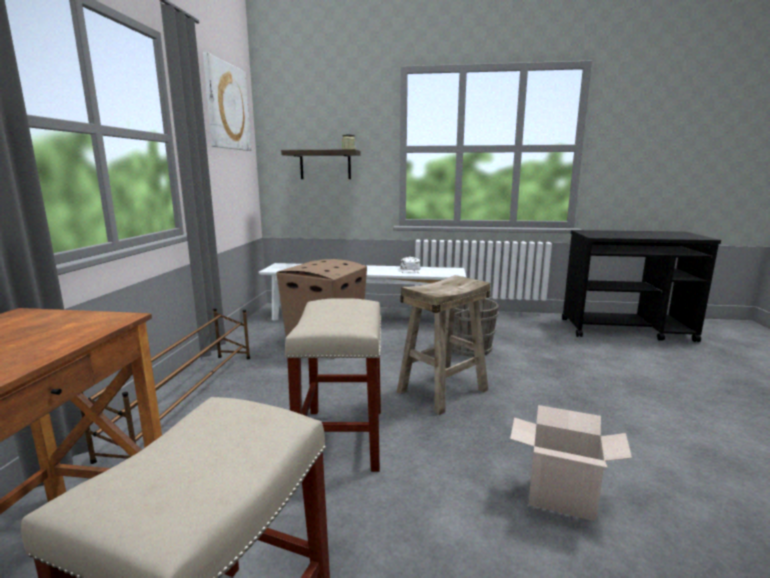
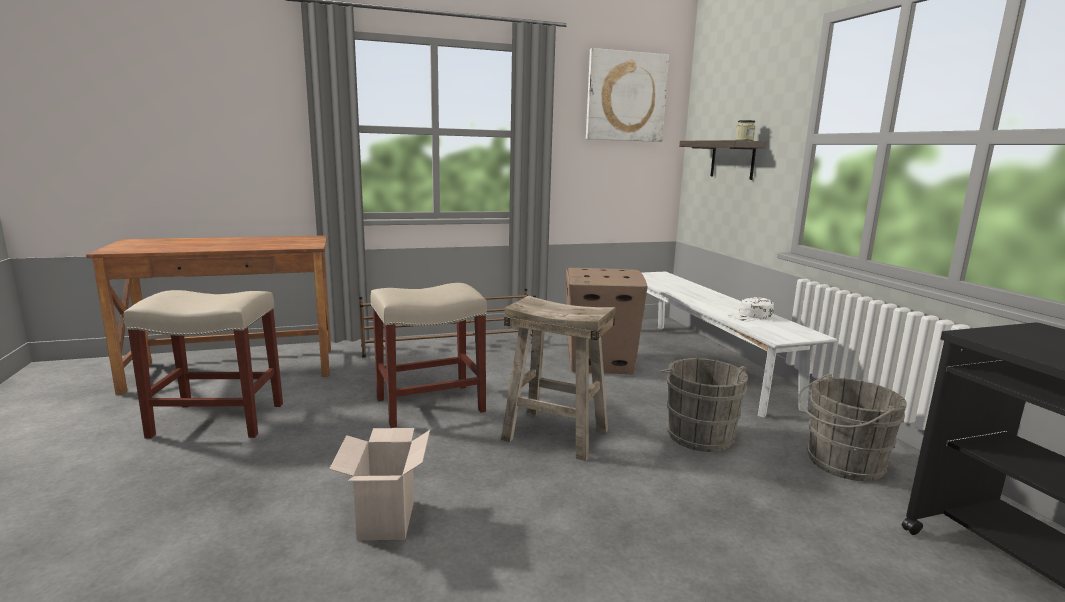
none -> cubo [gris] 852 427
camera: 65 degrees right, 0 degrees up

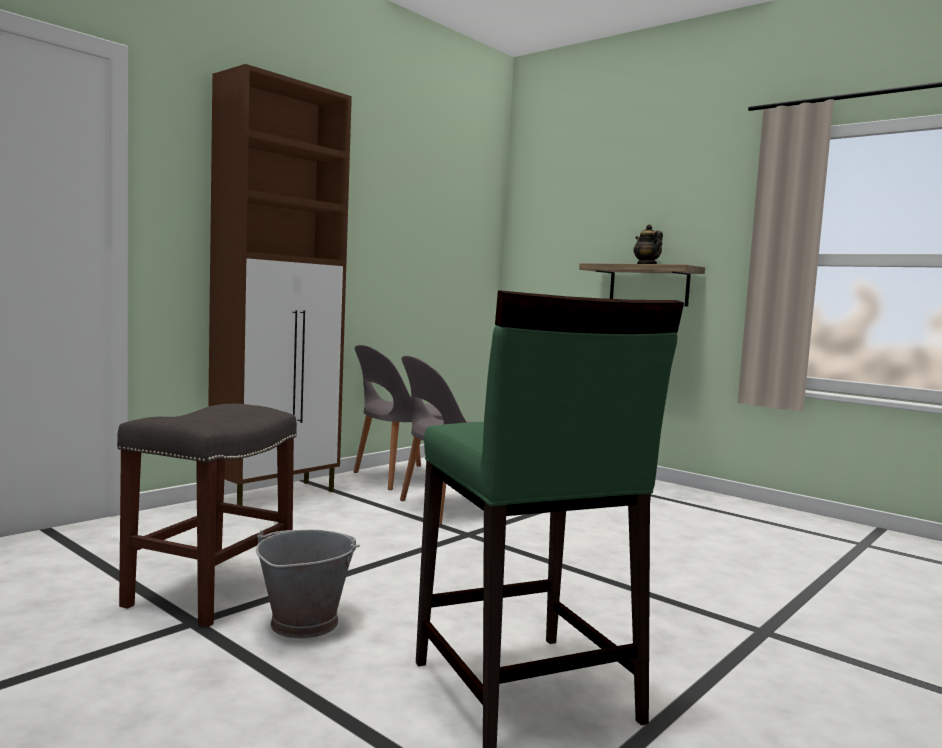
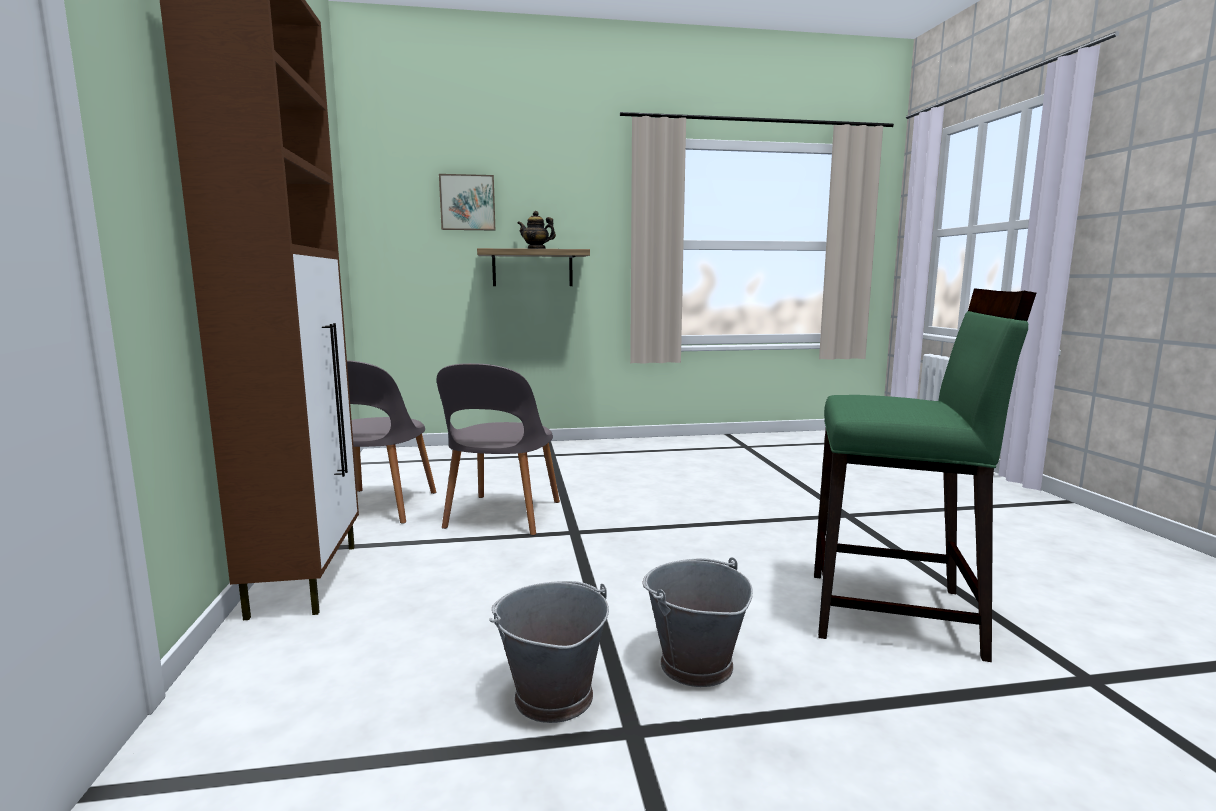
none -> cuadro 467 202
taburete [gris] 207 516 -> cubo [gris] 549 652
camera: 50 degrees left, 5 degrees up

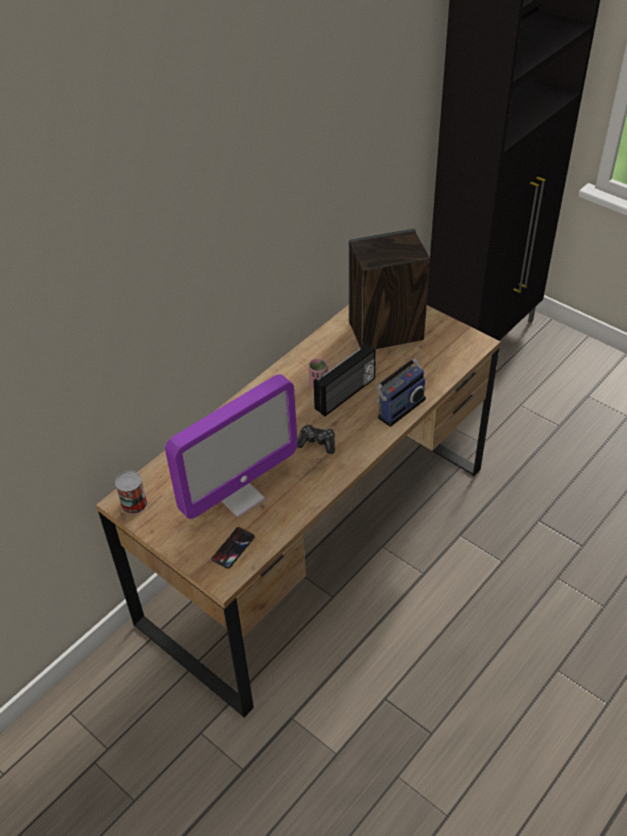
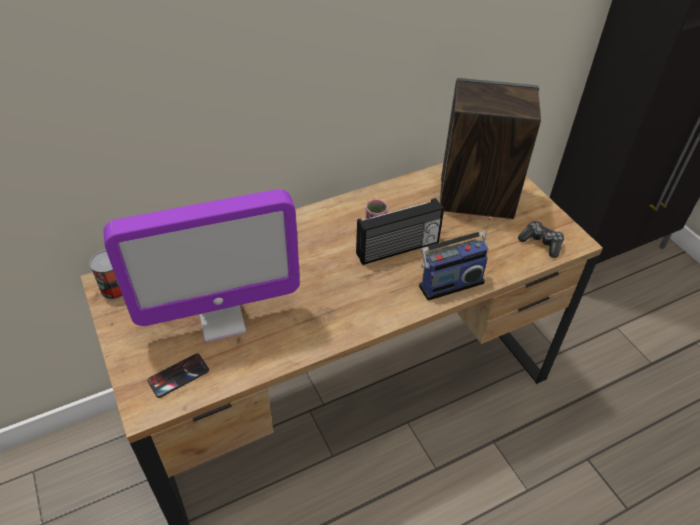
mando de consola 316 439 -> mando de consola 541 239, moved
camera: 20 degrees right, 0 degrees up

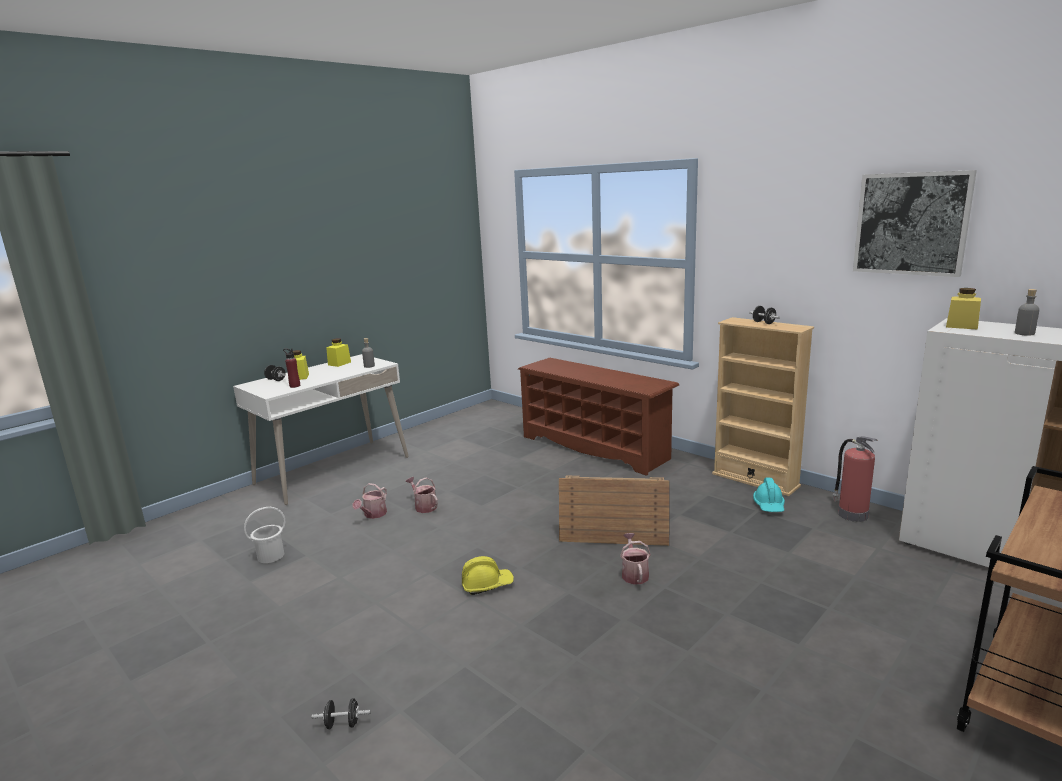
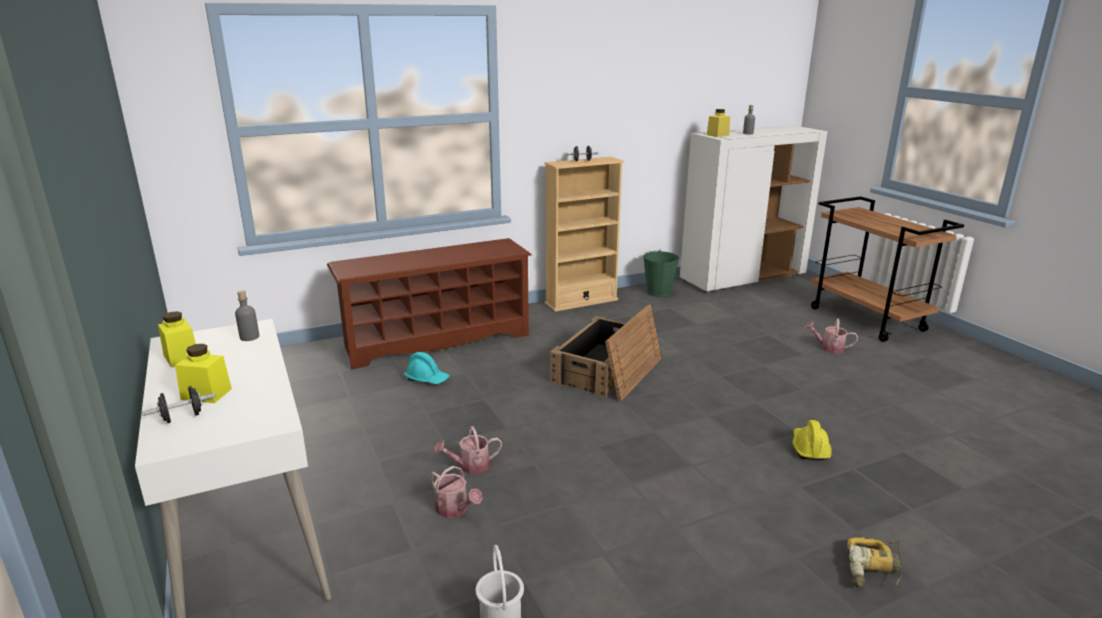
casco [turquesa] 769 495 -> casco [turquesa] 427 368, moved
extintor 855 479 -> cubo [verde] 661 273
casco [amarillo] 488 575 -> casco [amarillo] 812 440, moved
regadera 635 559 -> regadera 831 335, moved
mancuerna [negro] 341 714 -> taladro 874 562
botella [rojo] 291 368 -> none
cuadro 915 223 -> none
camera: 70 degrees left, 5 degrees up

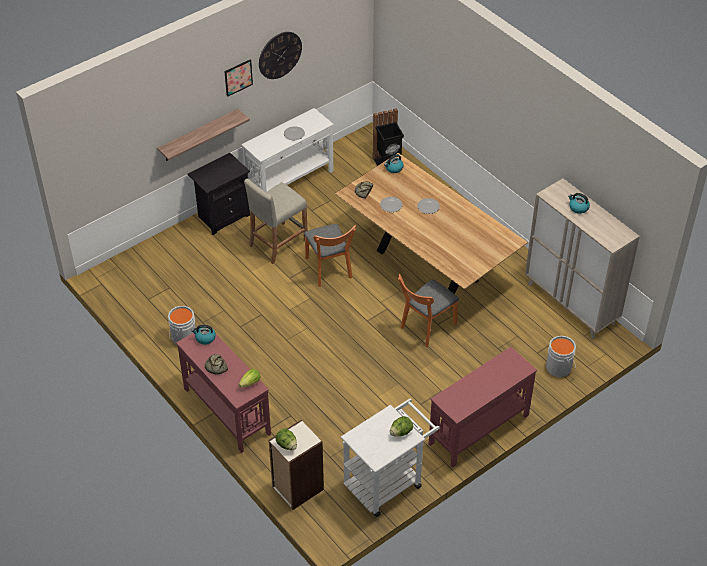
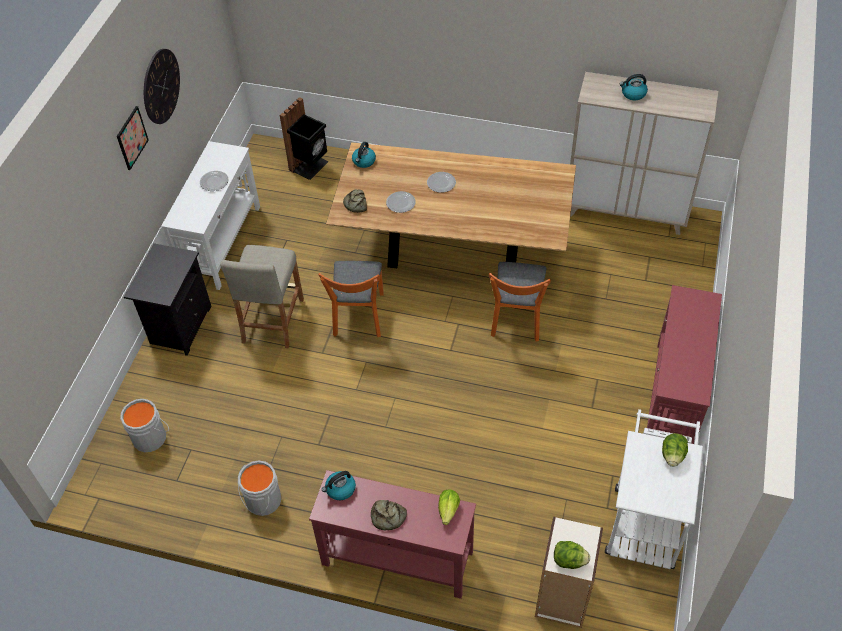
cubo [gris] 561 356 -> cubo [gris] 144 425, moved
silla [naranja] 330 255 -> silla [naranja] 351 299, 60 degrees clockwise
estante 203 135 -> none
camera: 35 degrees left, 5 degrees up

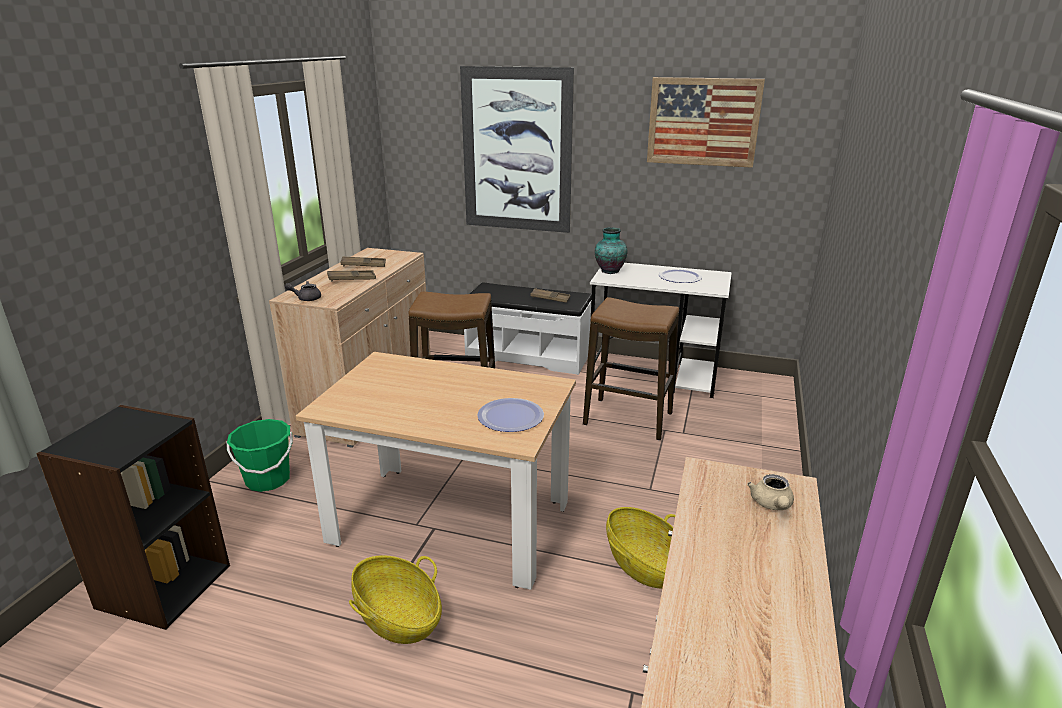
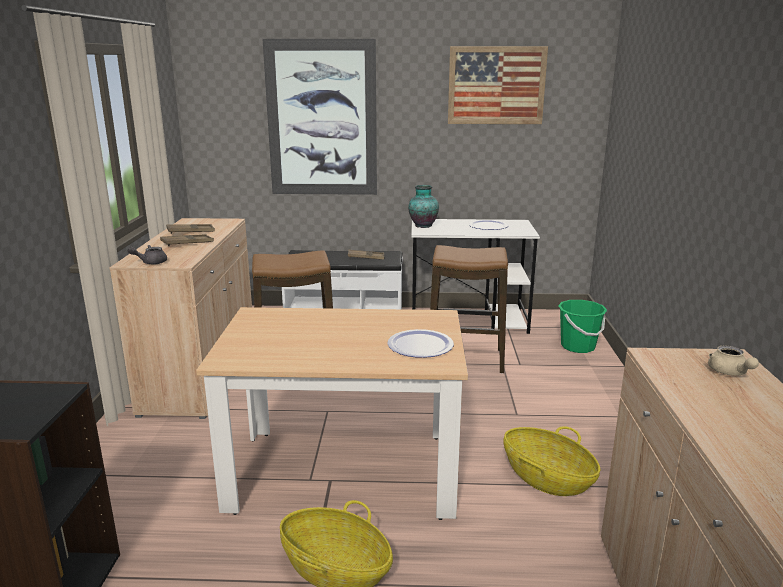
cubo [verde] 259 455 -> cubo [verde] 582 326, moved
camera: 15 degrees left, 5 degrees down

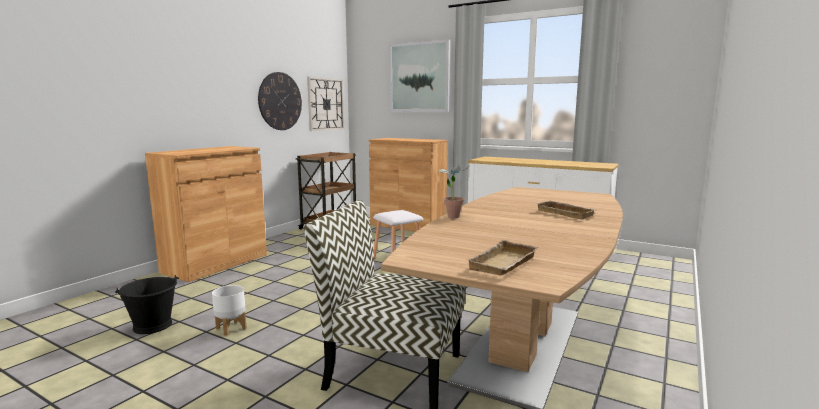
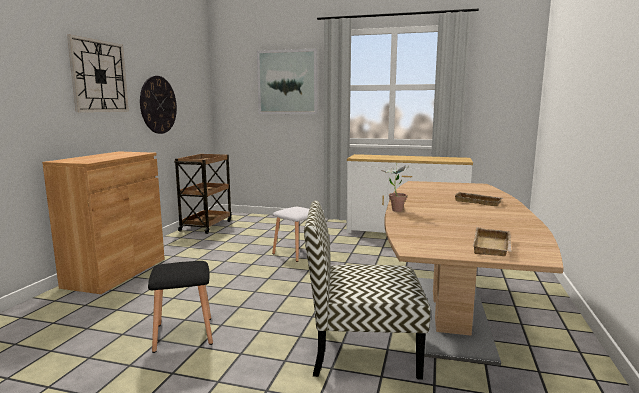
reloj de pared 325 104 -> reloj de pared 98 73, moved
maceta [blanco] 229 310 -> taburete [negro] 180 307
cubo [negro] 147 304 -> none
armario [marrón] 408 185 -> none
camera: 15 degrees left, 0 degrees up

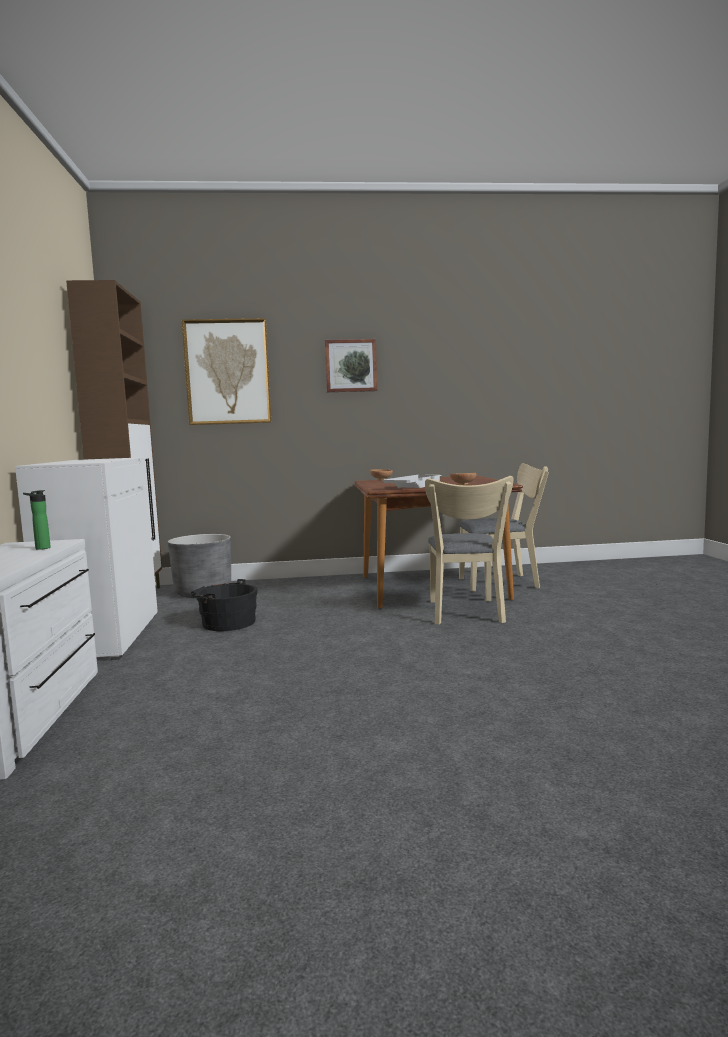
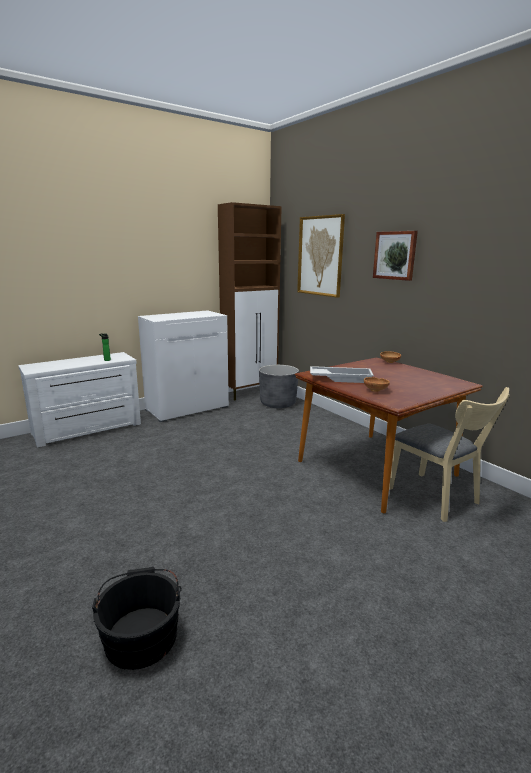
cubo [negro] 223 605 -> cubo [negro] 137 618, moved
silla [beis] 469 550 -> none
camera: 60 degrees right, 10 degrees up

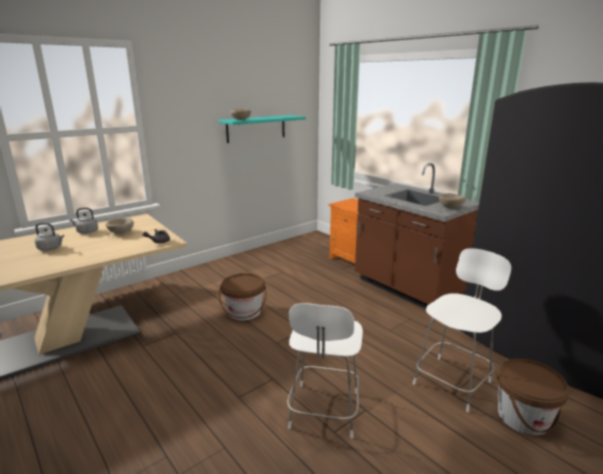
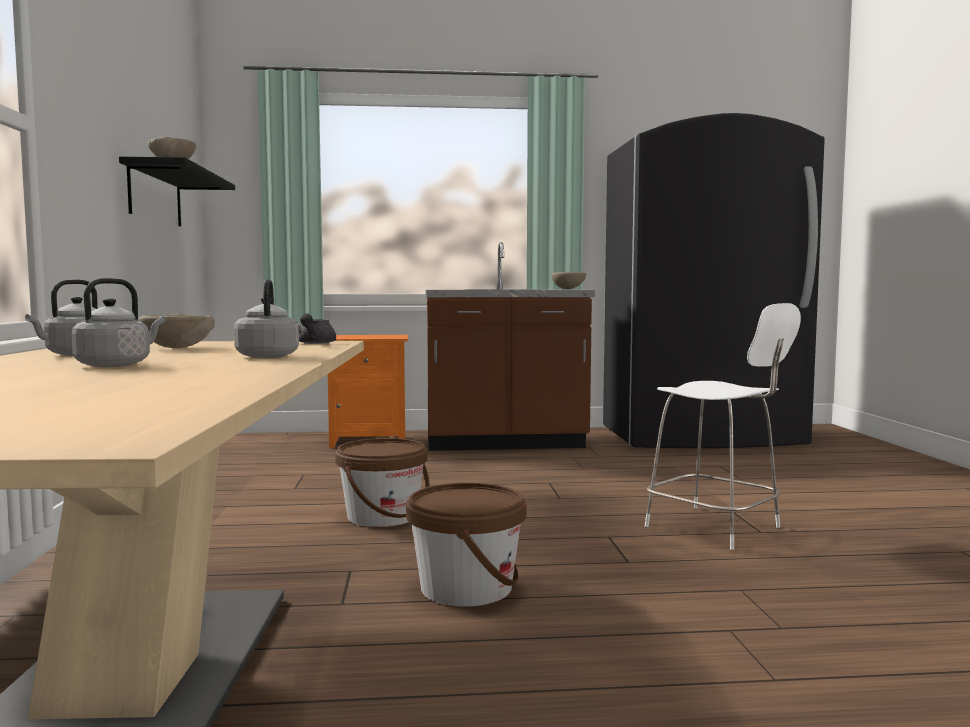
estante [turquesa] 262 129 -> estante [negro] 177 191
none -> hervidor [gris] 266 318
cubo [marrón] 532 397 -> cubo [marrón] 466 545, moved
taburete [blanco] 462 330 -> none
camera: 55 degrees left, 15 degrees down

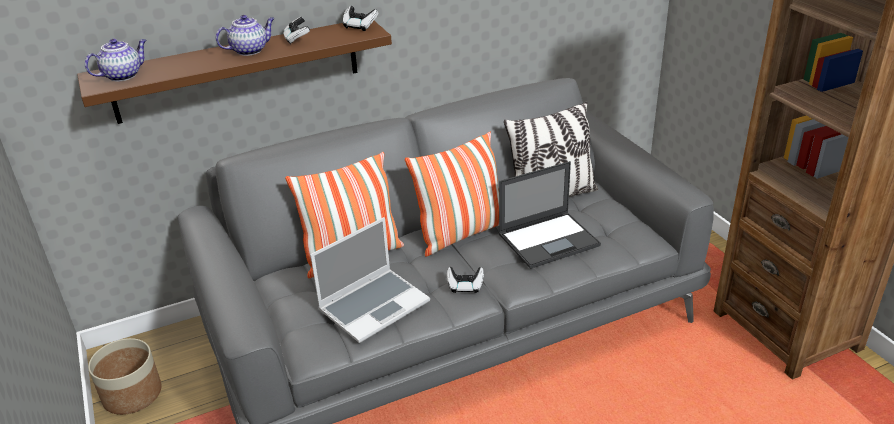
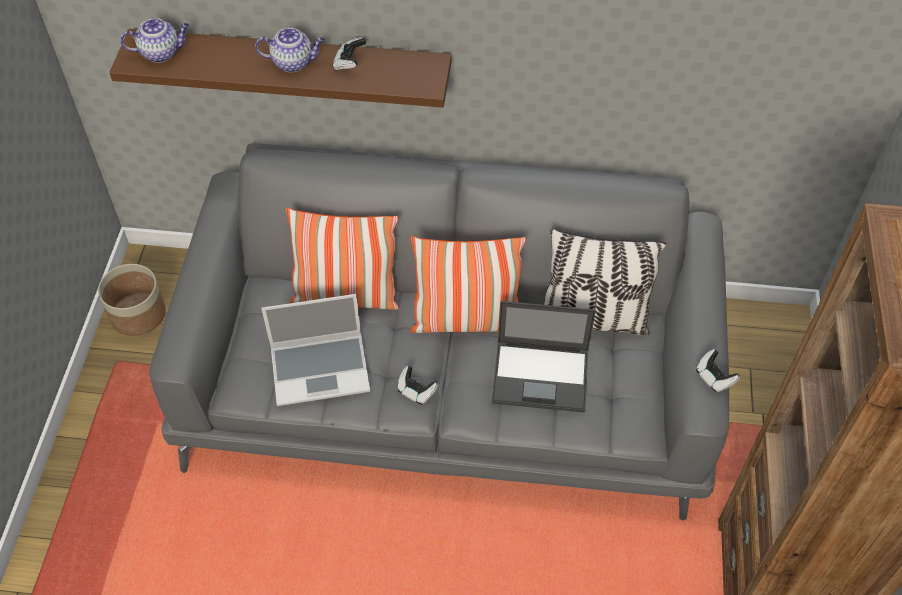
mando de consola 360 18 -> mando de consola 718 370, moved
camera: 30 degrees right, 20 degrees up

